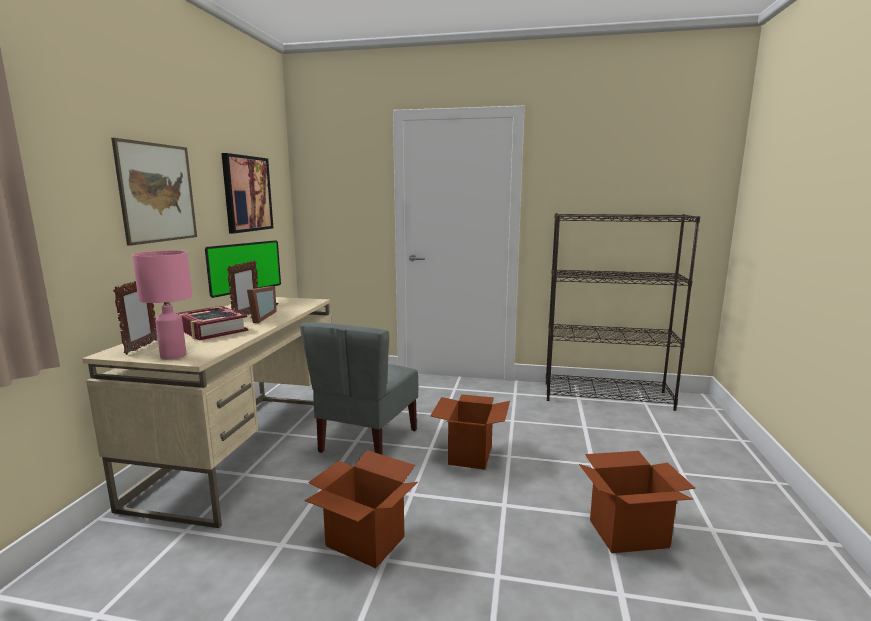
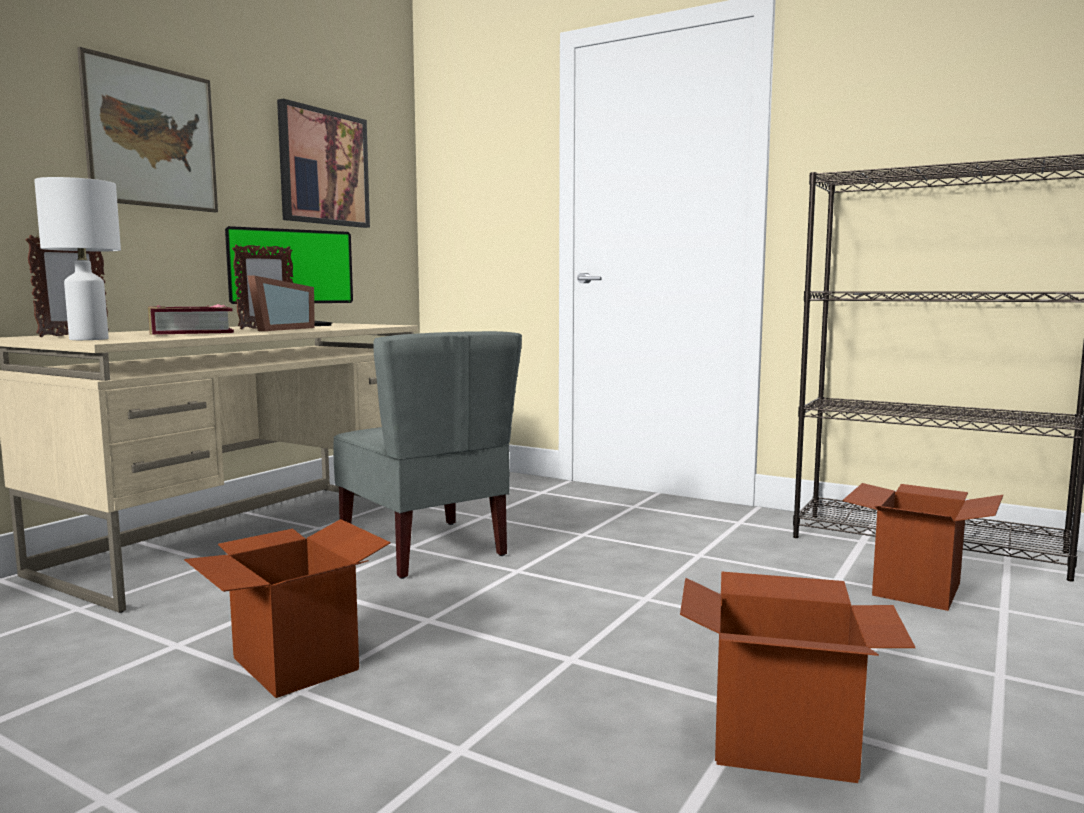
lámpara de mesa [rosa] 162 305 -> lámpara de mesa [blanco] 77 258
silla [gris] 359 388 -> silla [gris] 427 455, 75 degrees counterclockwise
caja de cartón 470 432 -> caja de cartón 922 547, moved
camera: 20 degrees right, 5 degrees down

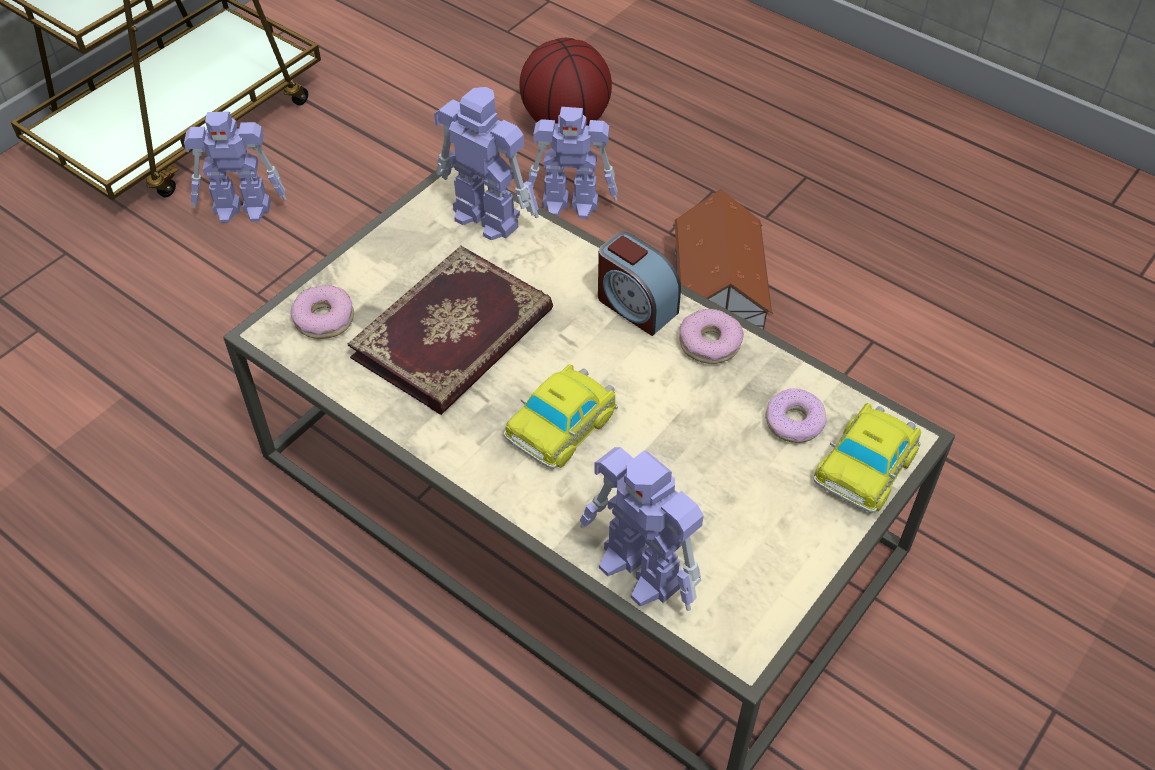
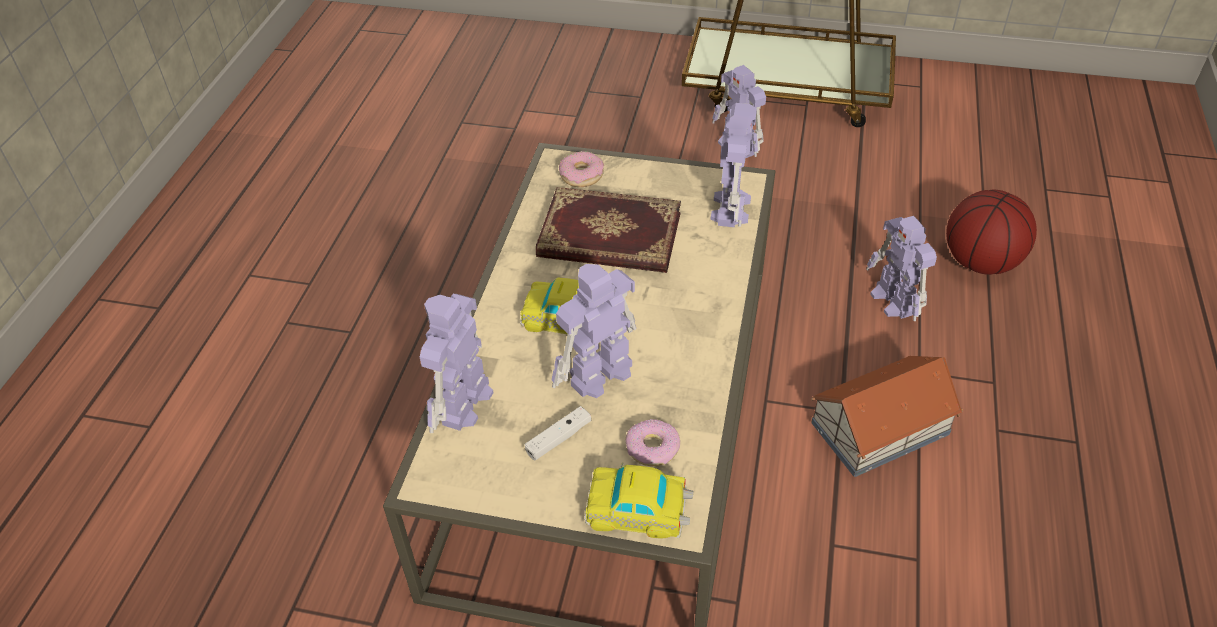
none -> mando de consola [blanco] 558 433
none -> robot de juguete 594 331
despertador 639 284 -> none
rosquilla 711 336 -> none
camera: 65 degrees right, 5 degrees down

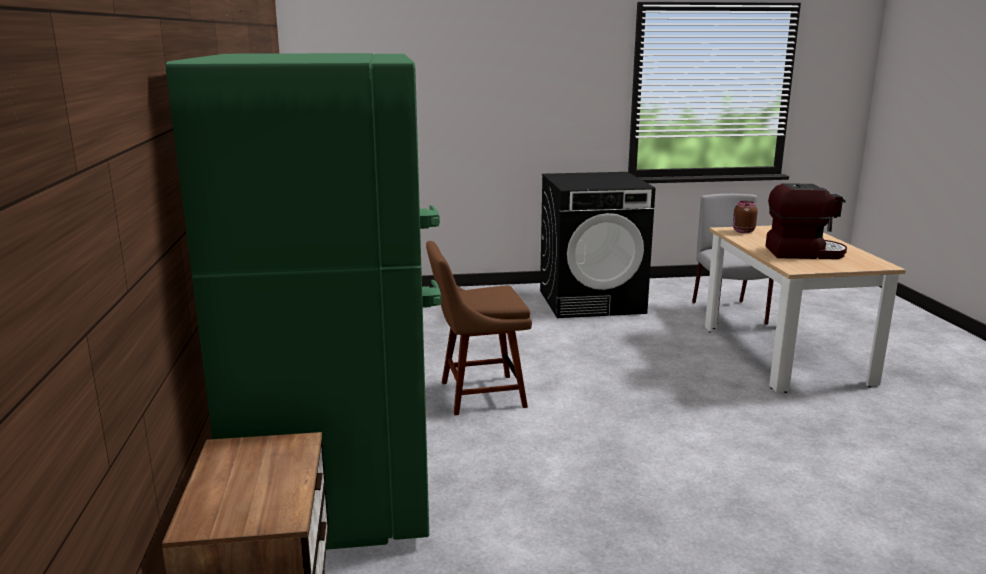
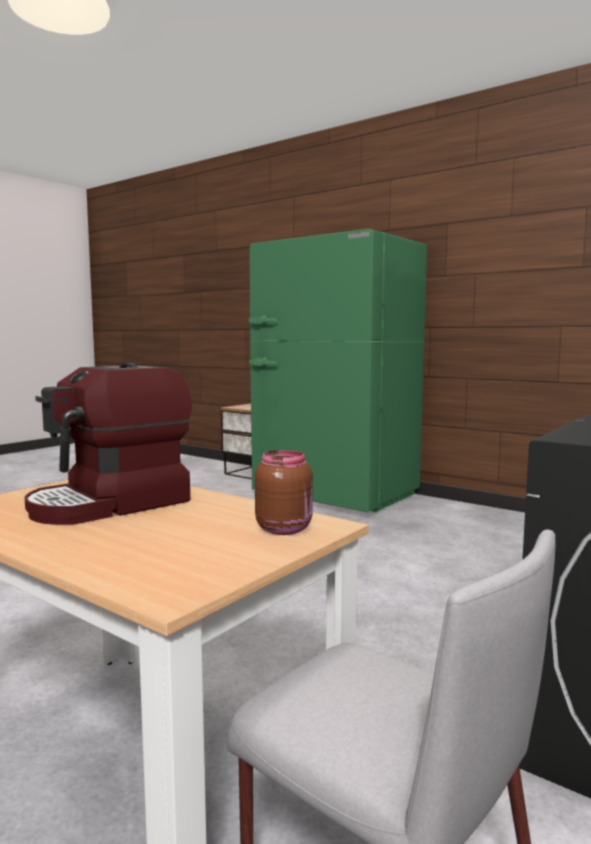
silla [marrón] 479 328 -> none
camera: 135 degrees right, 10 degrees down

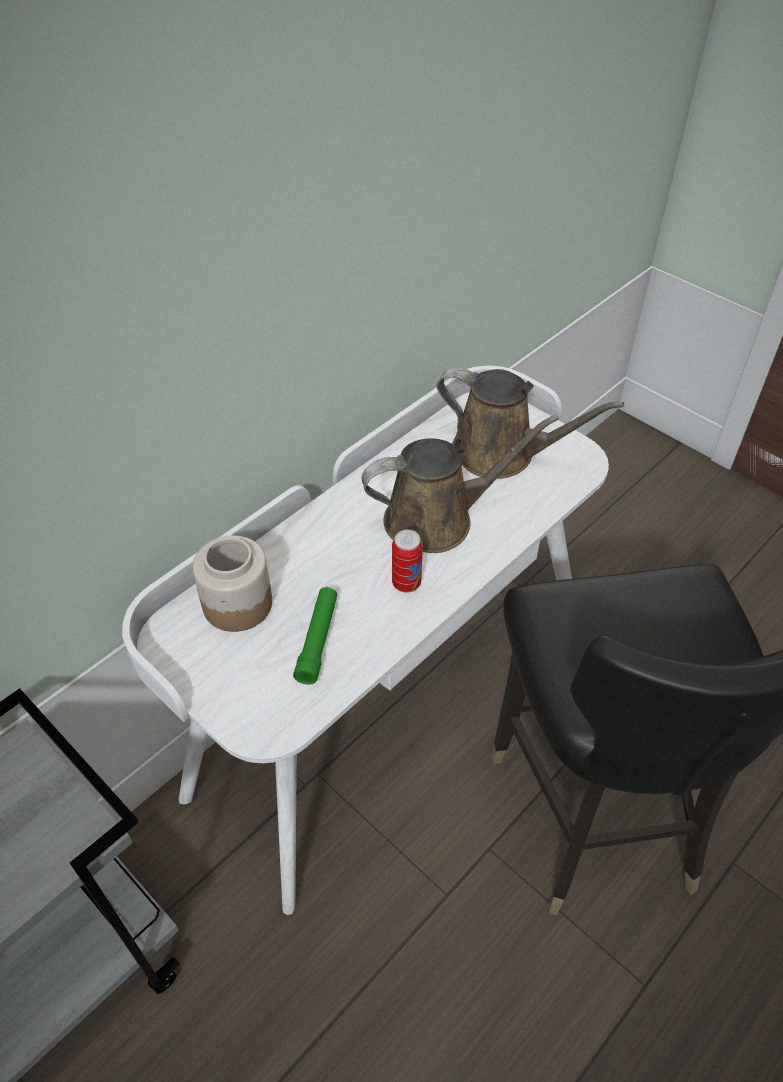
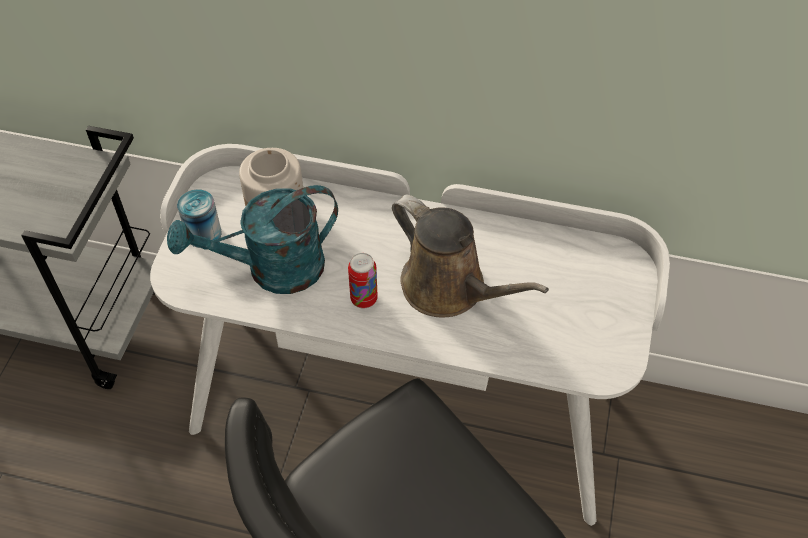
linterna [verde] 315 636 -> regadera [turquesa] 252 239
none -> lata 199 218
regadera [marrón] 530 423 -> none
camera: 60 degrees right, 5 degrees up

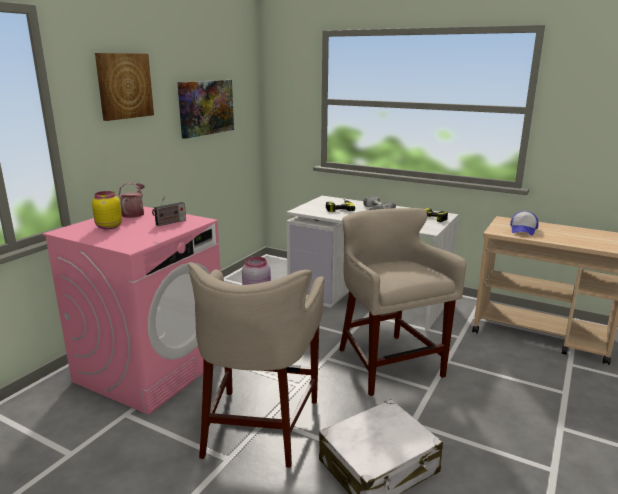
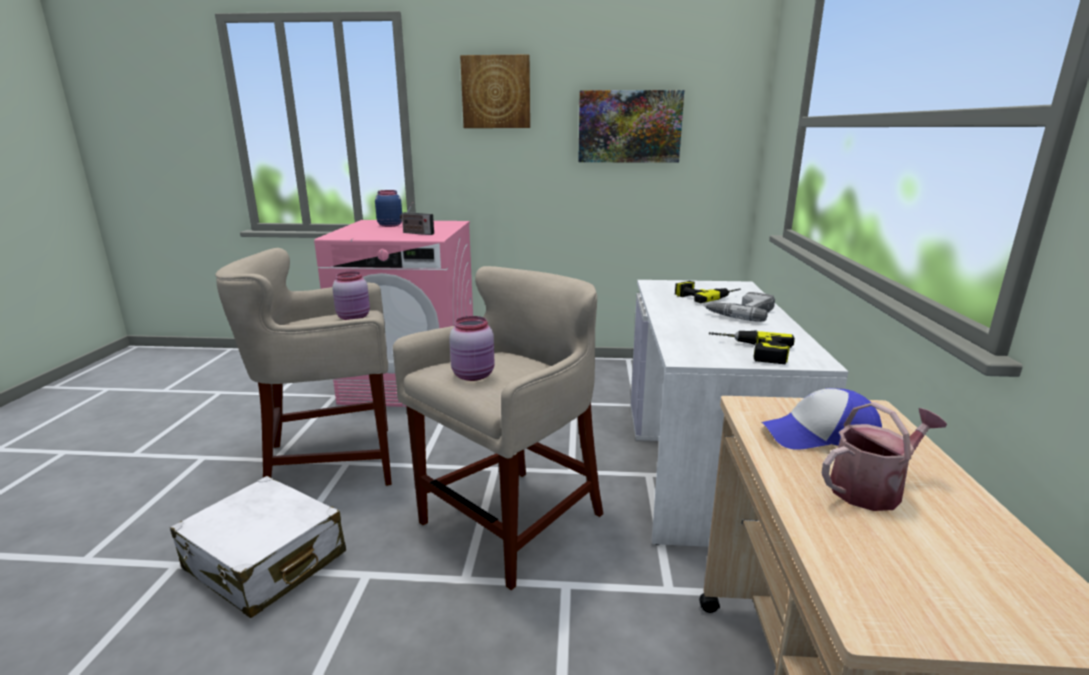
tarro [amarillo] 107 210 -> tarro [azul] 388 208
none -> tarro [rosa] 471 348
regadera 131 200 -> regadera 884 456, moved
camera: 65 degrees right, 0 degrees up

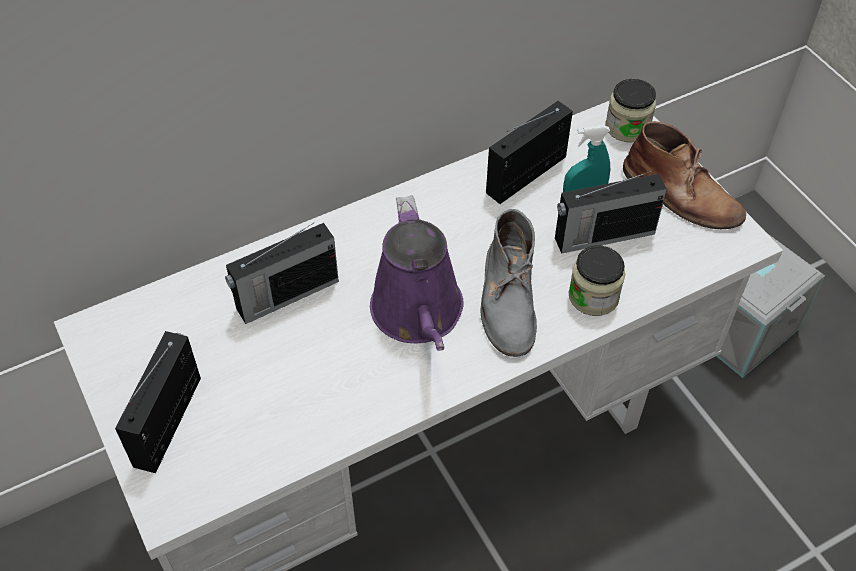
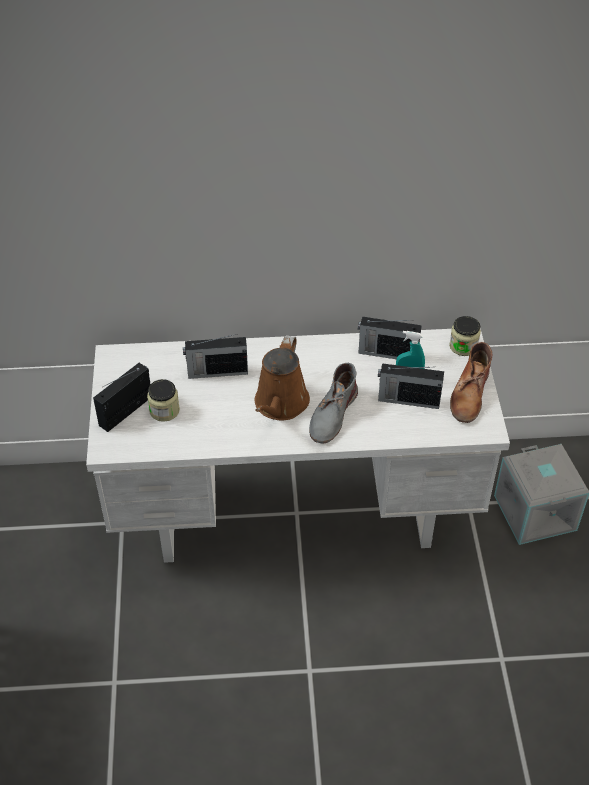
tarro 597 281 -> tarro 163 400, moved
regadera [morado] 417 273 -> regadera [marrón] 282 377
radio 529 152 -> radio 390 338, 150 degrees counterclockwise
bota [marrón] 684 175 -> bota [marrón] 471 382, 45 degrees clockwise
camera: 25 degrees right, 5 degrees down

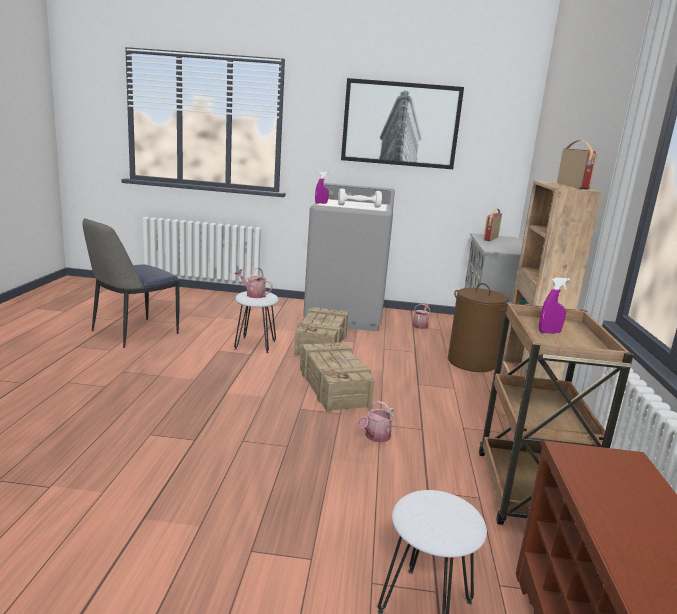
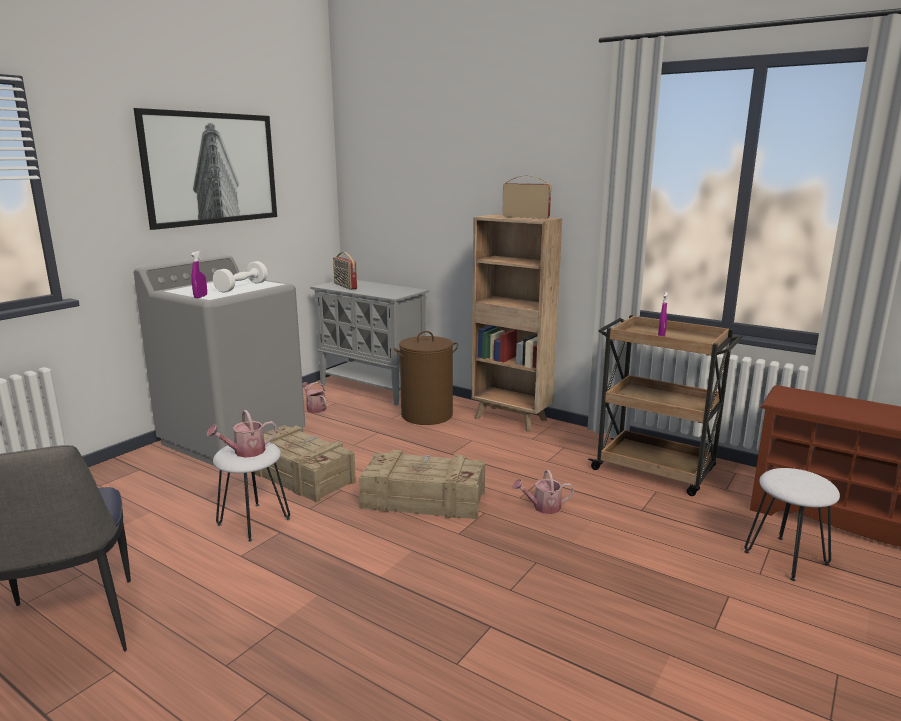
regadera 375 421 -> regadera 543 492, 105 degrees clockwise
camera: 60 degrees left, 0 degrees up

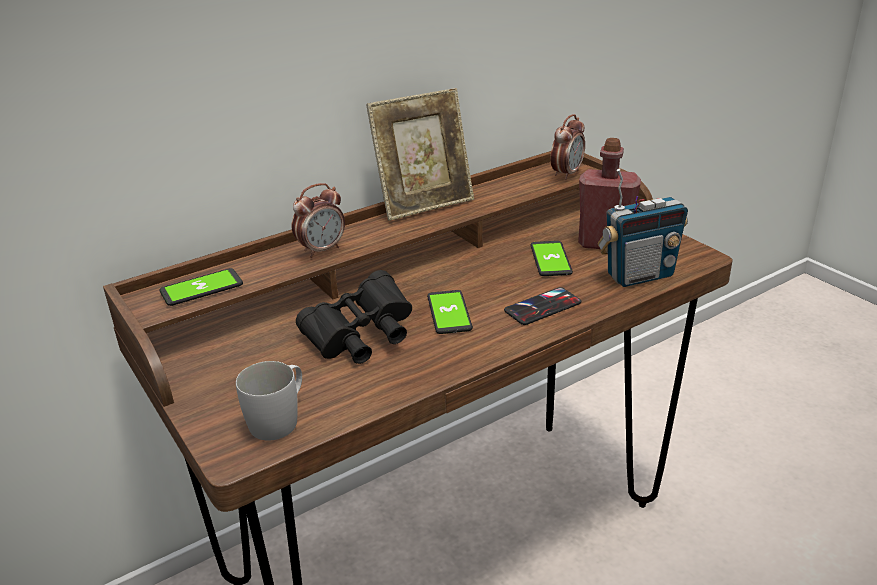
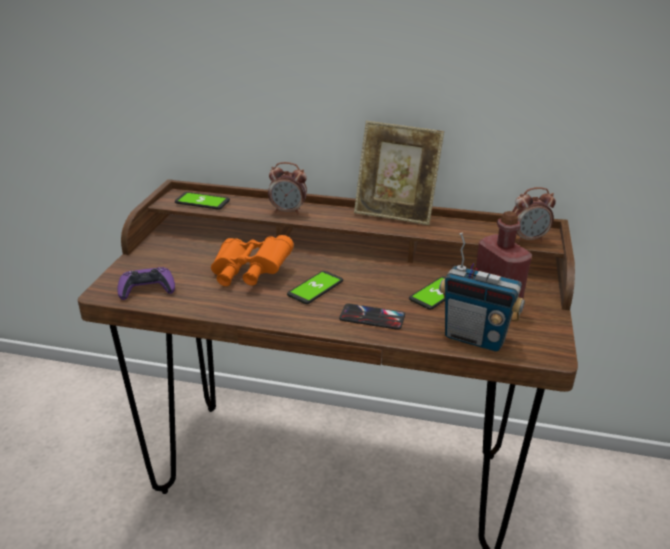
taza grande [blanco] 269 401 -> mando de consola [morado] 146 283
prismáticos [negro] 354 317 -> prismáticos [naranja] 252 260
camera: 45 degrees right, 0 degrees up

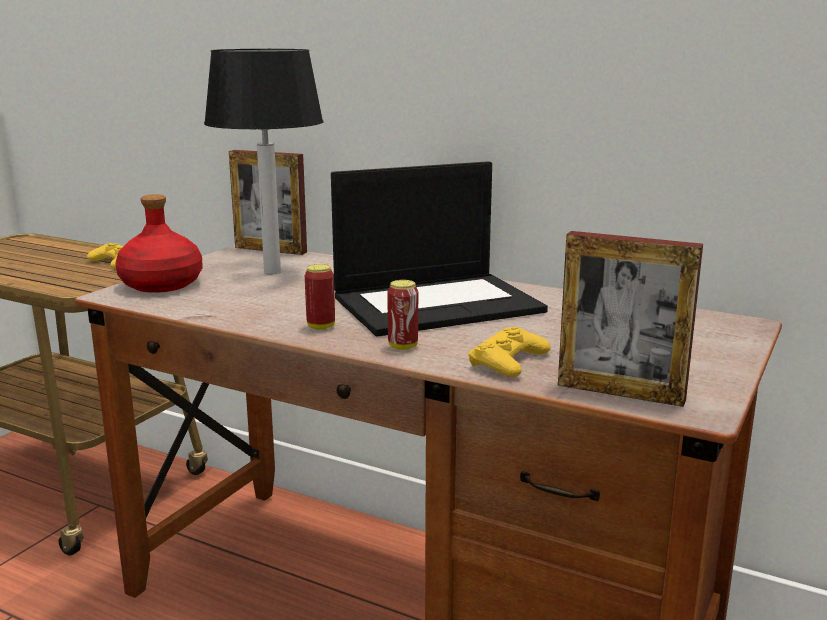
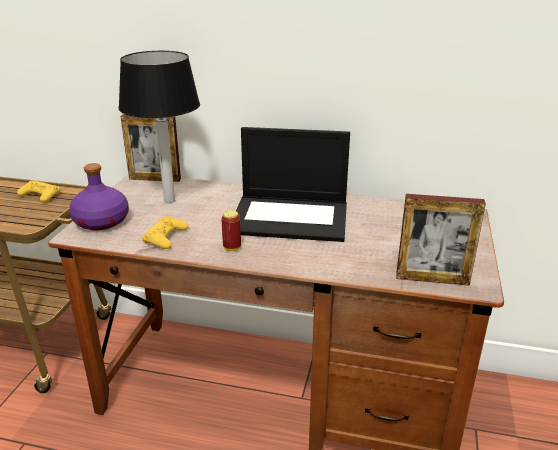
botella [rojo] 159 243 -> botella [morado] 99 196
mando de consola [amarillo] 509 352 -> mando de consola [amarillo] 165 232, moved
portátil 439 249 -> portátil 293 184, 45 degrees clockwise
lata 402 315 -> none
camera: 15 degrees left, 10 degrees up

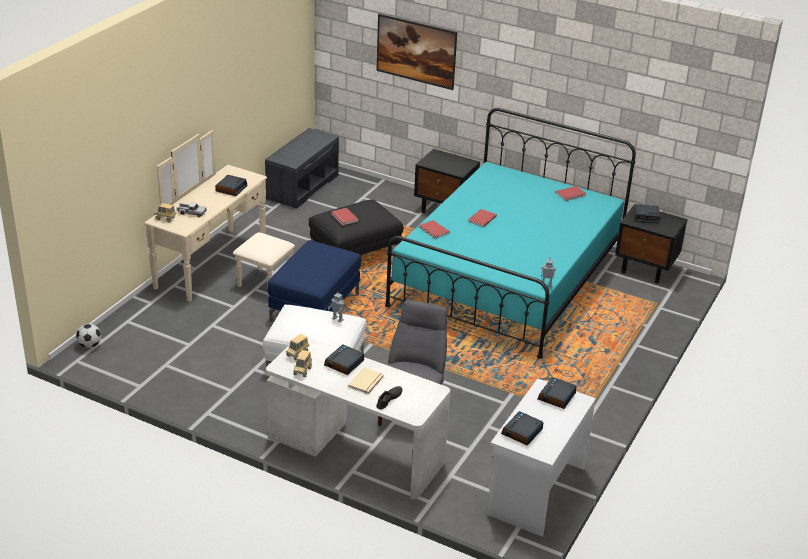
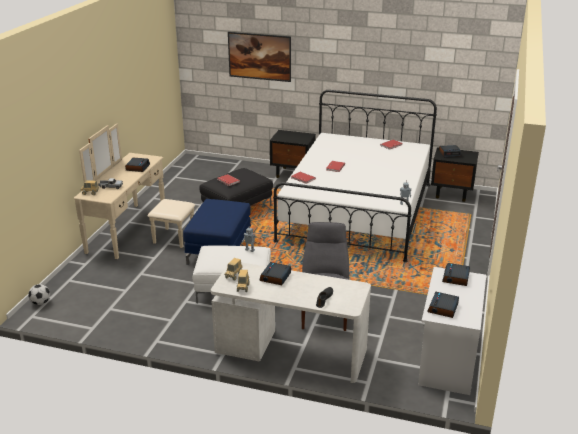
cama [turquesa] 510 233 -> cama [blanco] 355 176
banco [gris] 302 168 -> none
libro [beis] 366 381 -> none
camera: 10 degrees left, 5 degrees down

